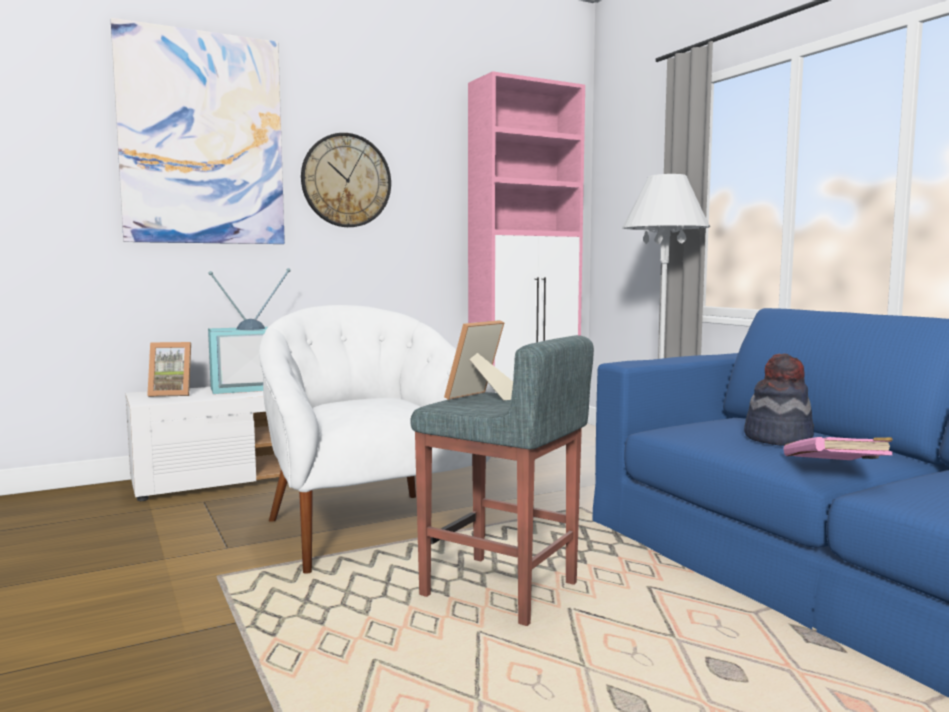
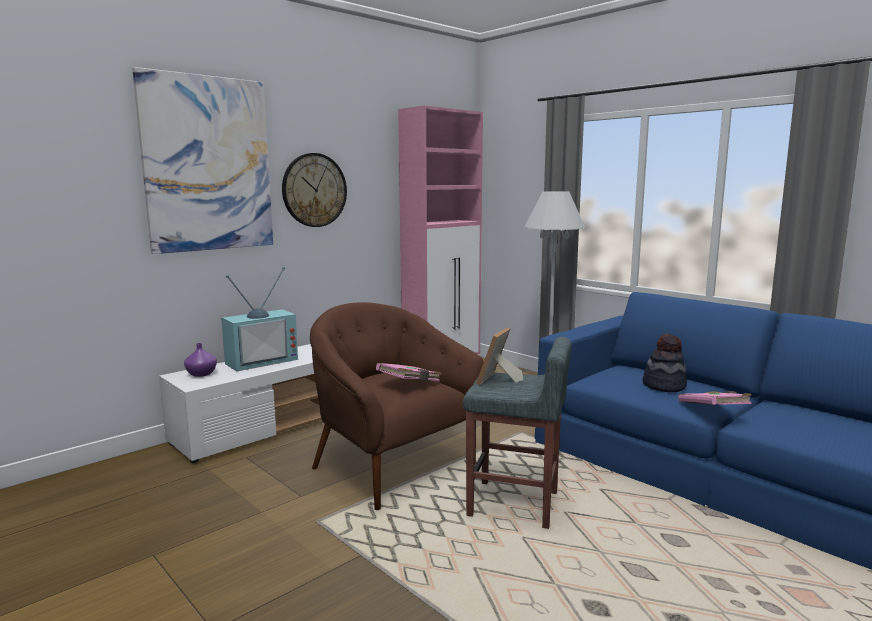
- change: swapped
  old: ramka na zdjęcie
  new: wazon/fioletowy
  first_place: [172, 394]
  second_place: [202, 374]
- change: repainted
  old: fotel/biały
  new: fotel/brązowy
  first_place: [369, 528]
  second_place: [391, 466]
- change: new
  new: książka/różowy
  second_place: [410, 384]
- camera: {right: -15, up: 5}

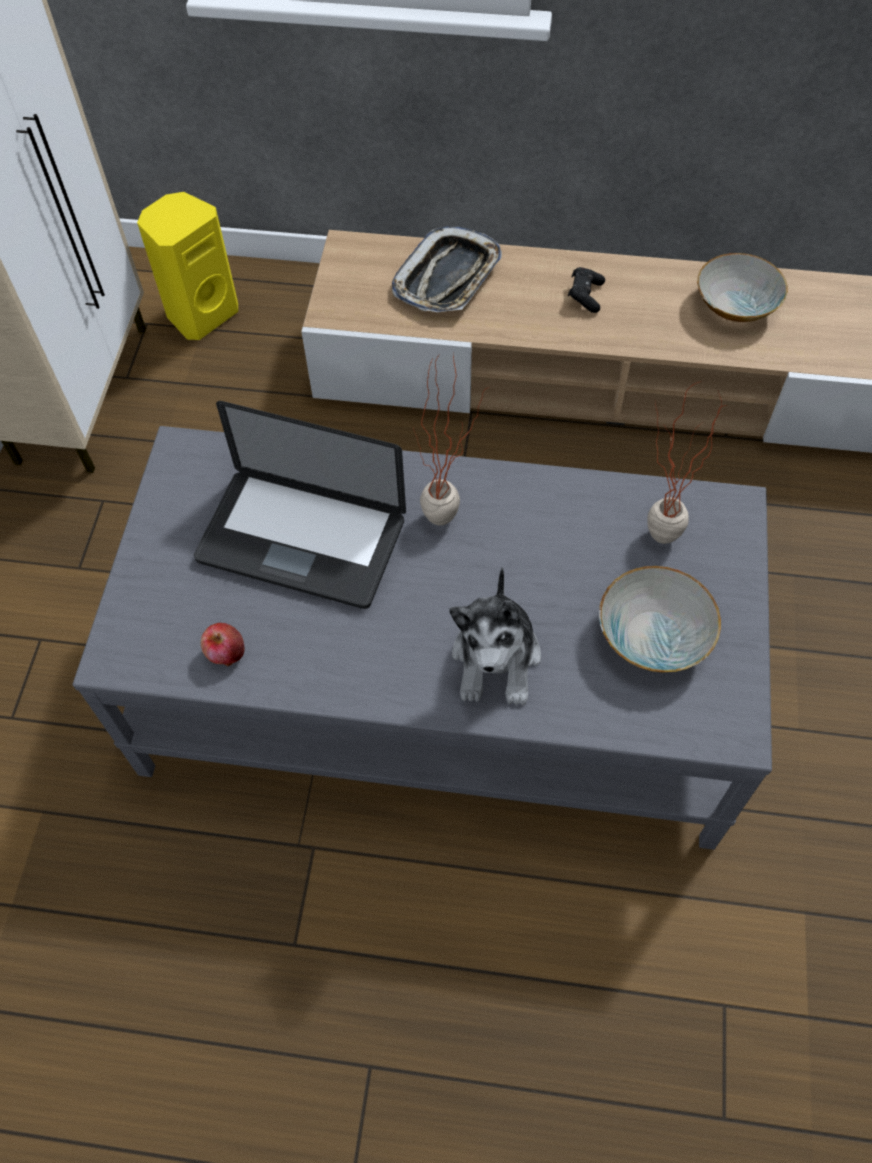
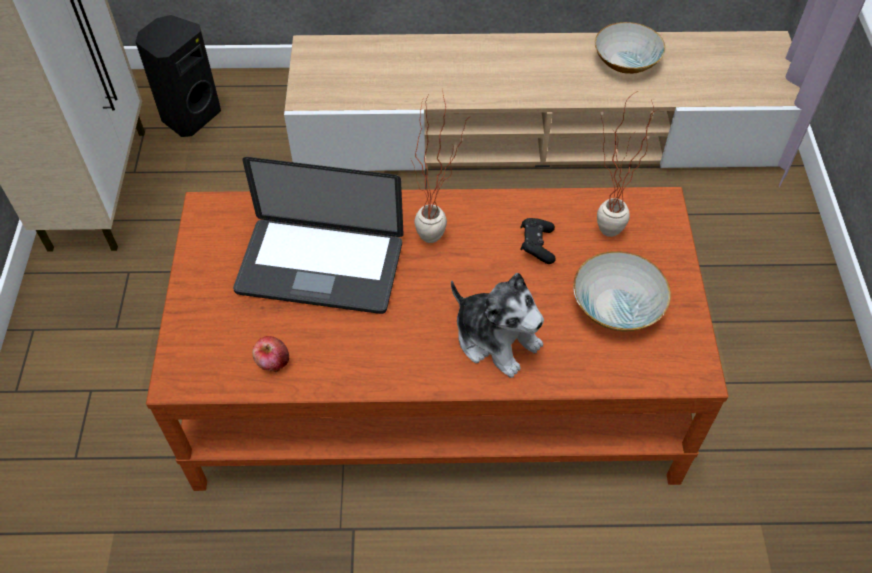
- change: repainted
  old: ława/szary
  new: ława/brązowy
  first_place: [440, 685]
  second_place: [437, 385]
- change: repainted
  old: głośnik/żółty
  new: głośnik/czarny
  first_place: [201, 313]
  second_place: [190, 116]
- change: gone
  old: taca
  first_place: [448, 277]
- change: rotated
  old: pluszak
  first_place: [496, 658]
  second_place: [496, 339]
  degrees: -45
- change: shifted
  old: pad do gier/czarny
  first_place: [585, 296]
  second_place: [537, 245]
- camera: {right: -10, up: -5}

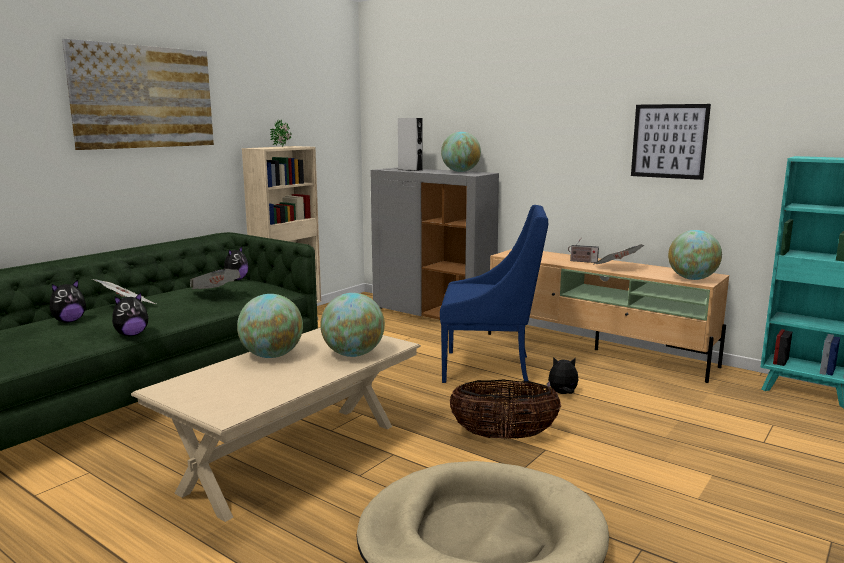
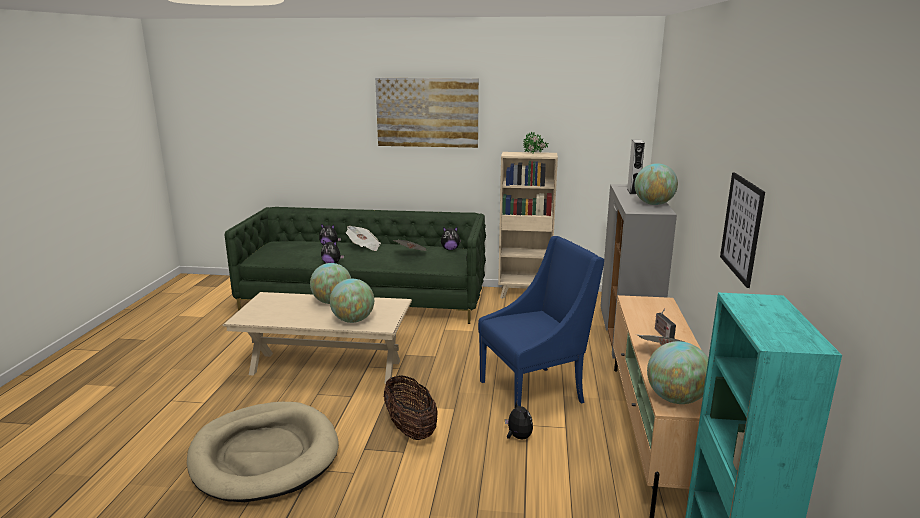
- change: rotated
  old: fotel/niebieski
  first_place: [490, 368]
  second_place: [534, 391]
  degrees: -90
- camera: {right: 60, up: 5}

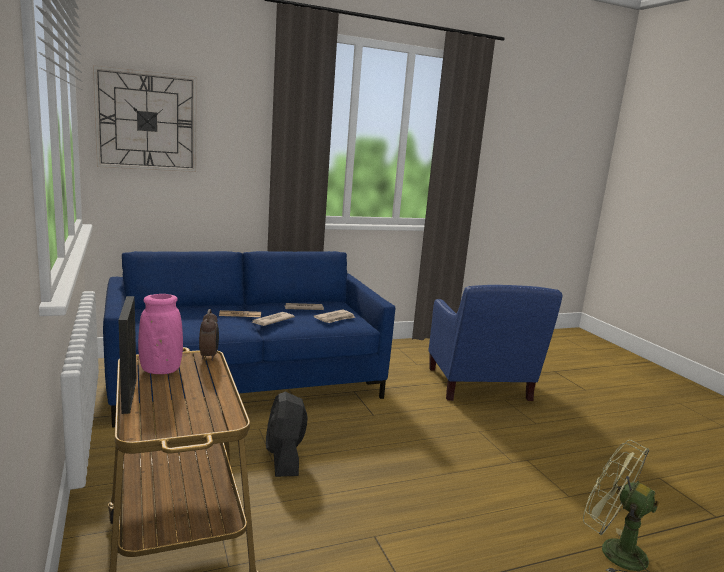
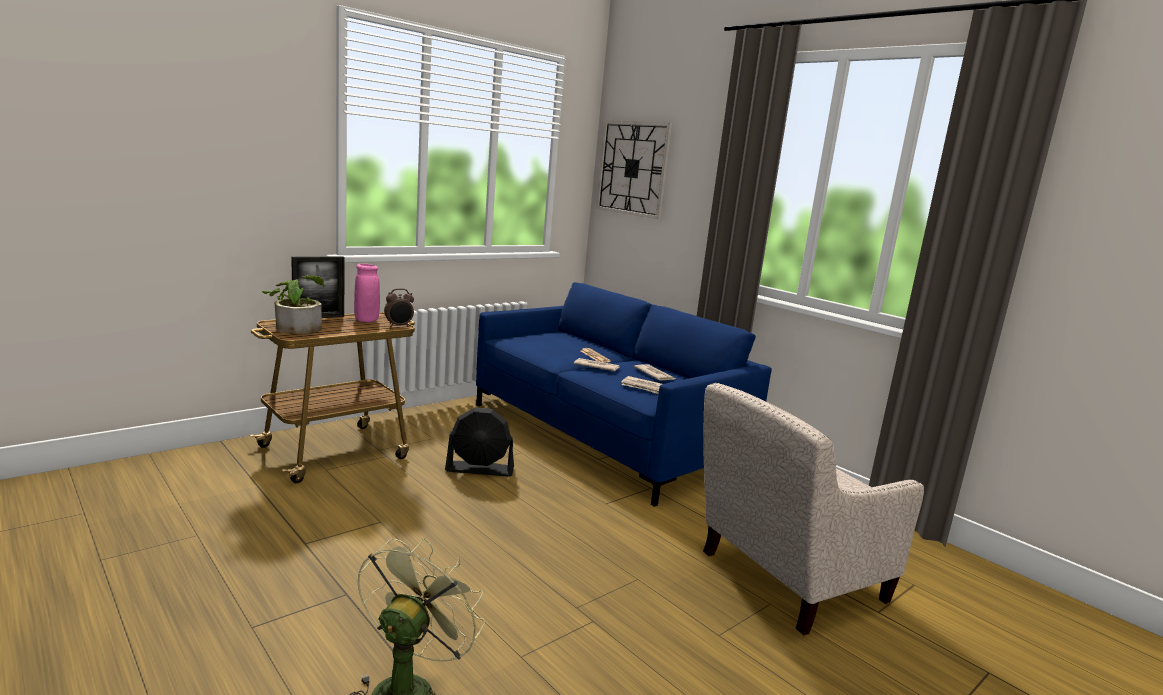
- change: rotated
  old: wentylator/czarny
  first_place: [284, 458]
  second_place: [480, 469]
  degrees: -150
- change: repainted
  old: fotel/niebieski
  new: fotel/beżowy
  first_place: [479, 387]
  second_place: [782, 578]
- change: new
  new: roślina doniczkowa
  second_place: [296, 327]
- camera: {right: 70, up: 0}

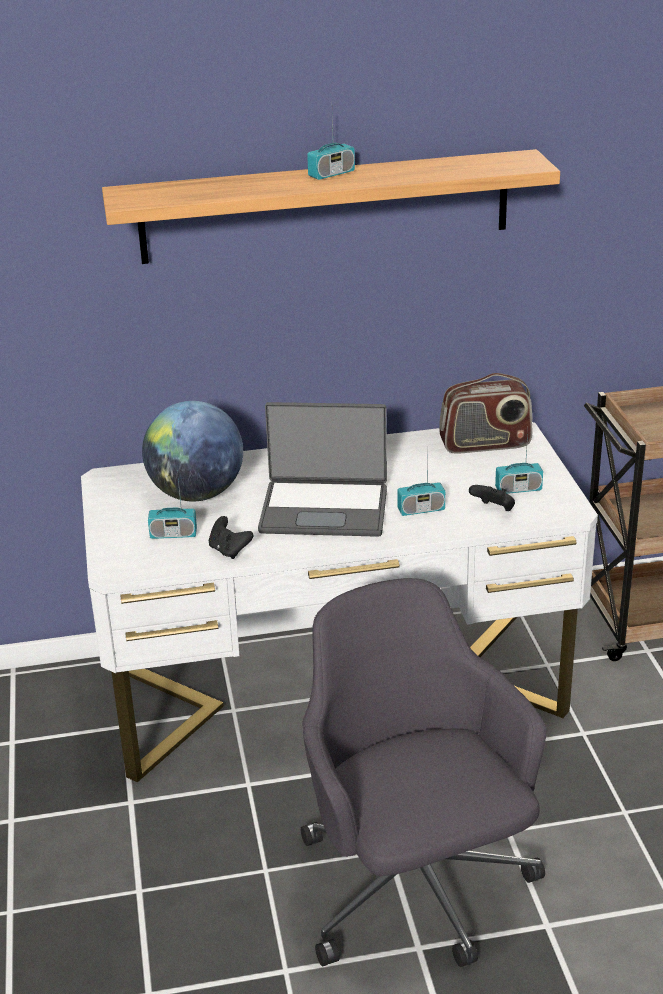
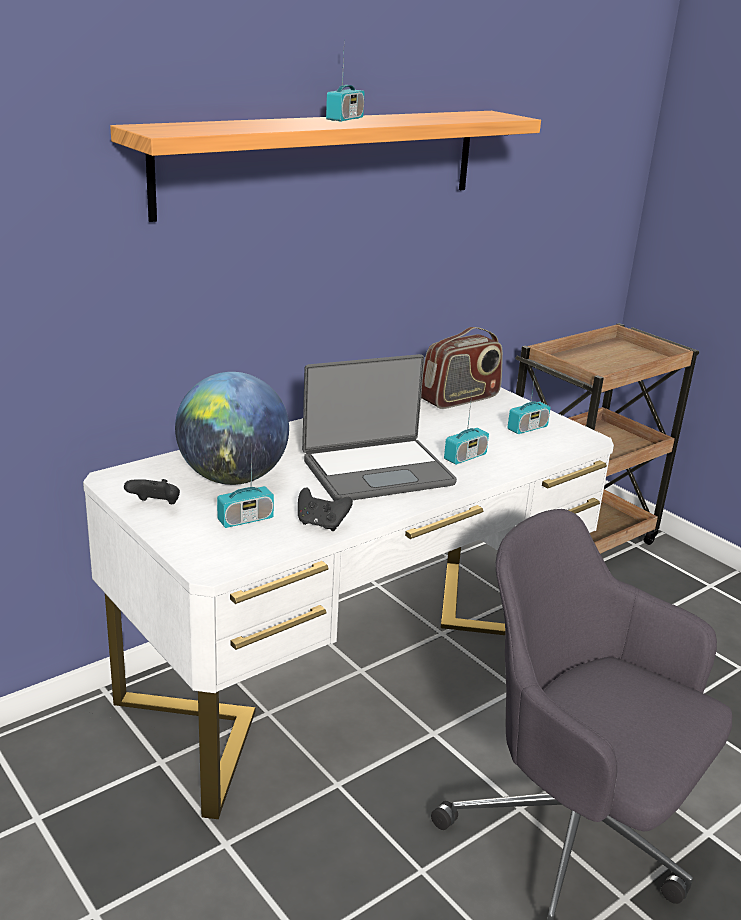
- change: shifted
  old: pad do gier/czarny
  first_place: [494, 510]
  second_place: [155, 506]
- camera: {right: -30, up: -5}

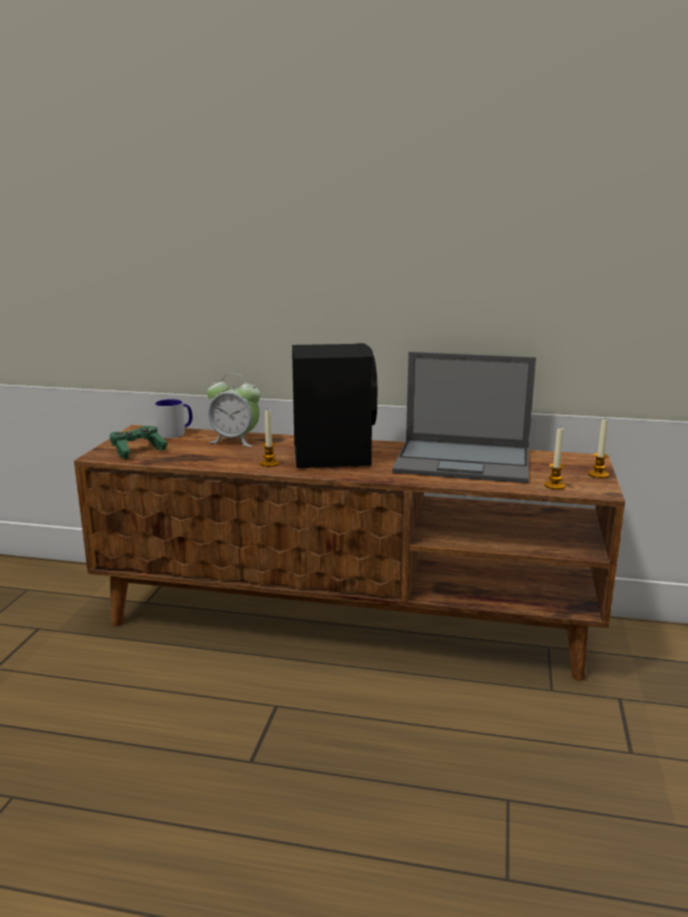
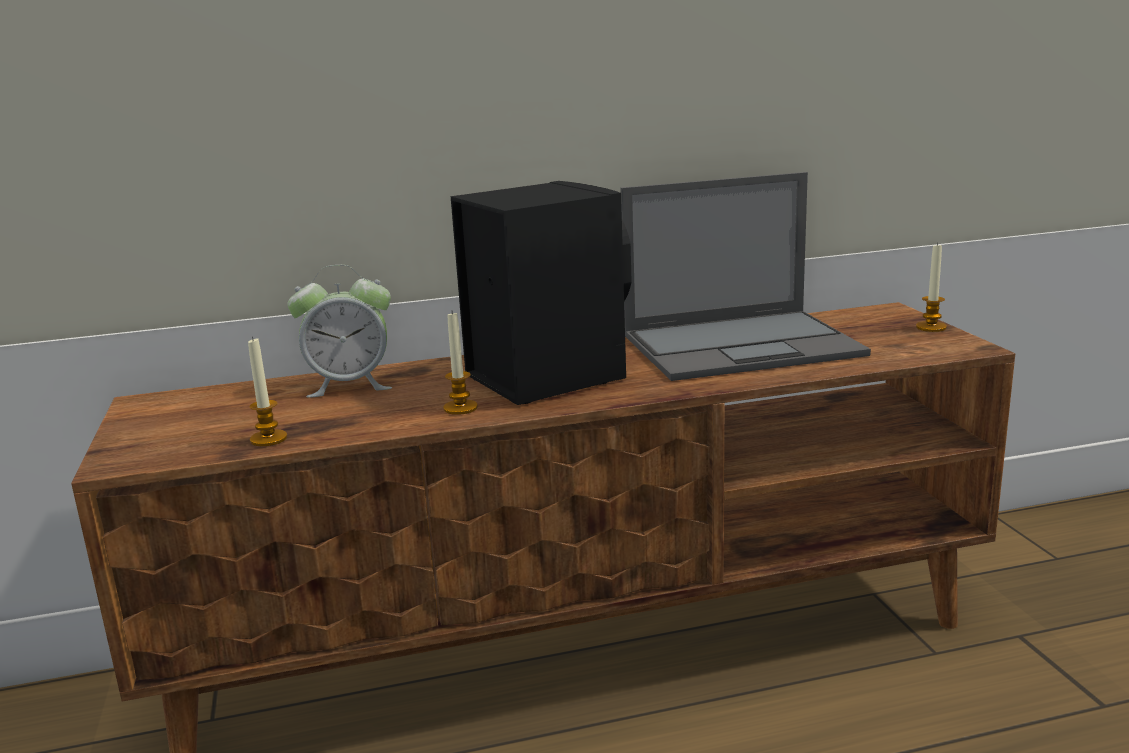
- change: gone
  old: pad do gier/zielony
  first_place: [138, 450]
- change: gone
  old: kubek
  first_place: [176, 433]
- change: shifted
  old: świeca
  first_place: [554, 485]
  second_place: [268, 439]
- camera: {right: -25, up: 0}

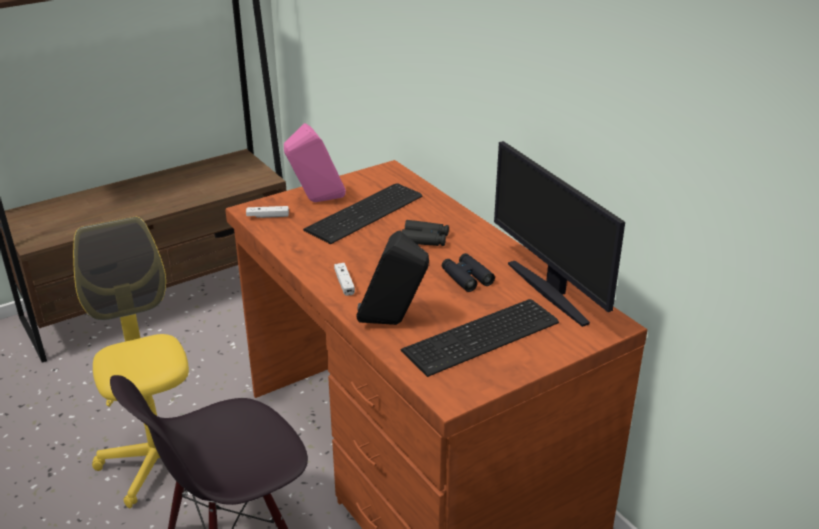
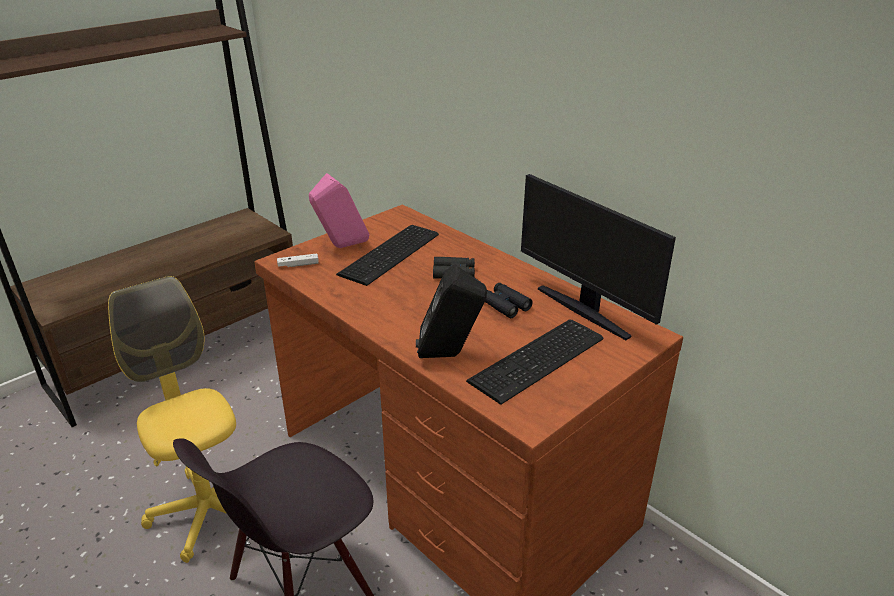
- change: gone
  old: pad do gier/biały
  first_place: [344, 283]
- camera: {right: -10, up: 0}

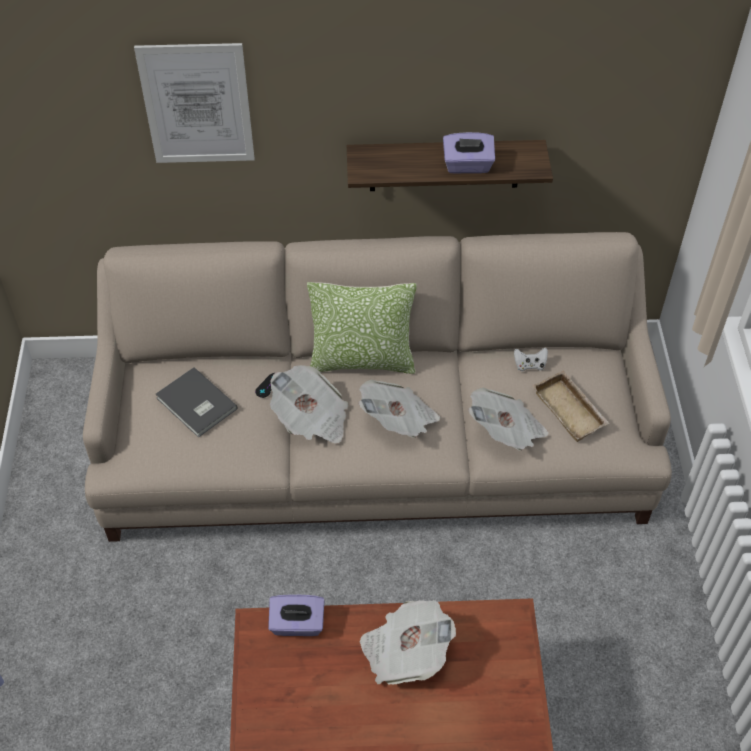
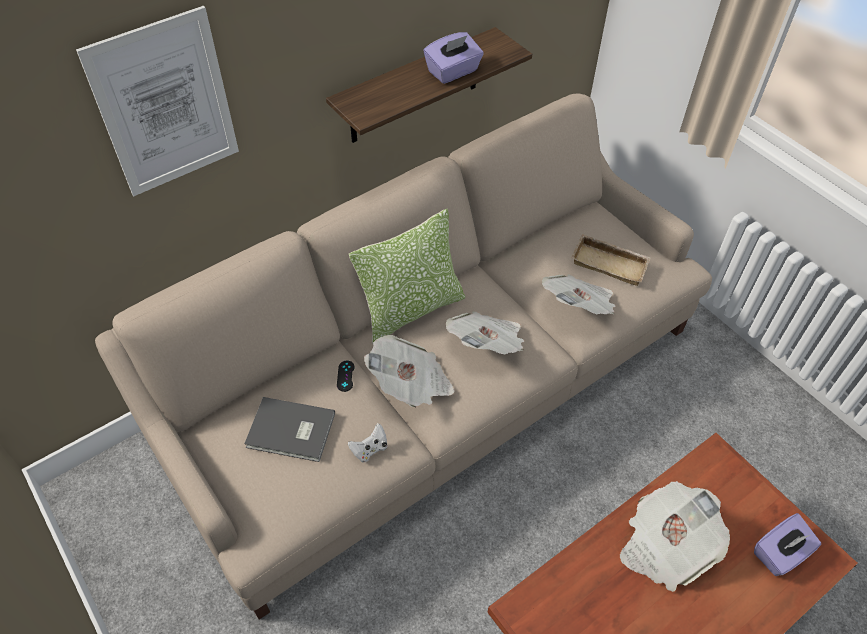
- change: shifted
  old: pudełko chusteczek/fioletowy
  first_place: [297, 624]
  second_place: [780, 553]
- change: shifted
  old: pad do gier/biały
  first_place: [529, 365]
  second_place: [370, 449]
- camera: {right: -35, up: 0}

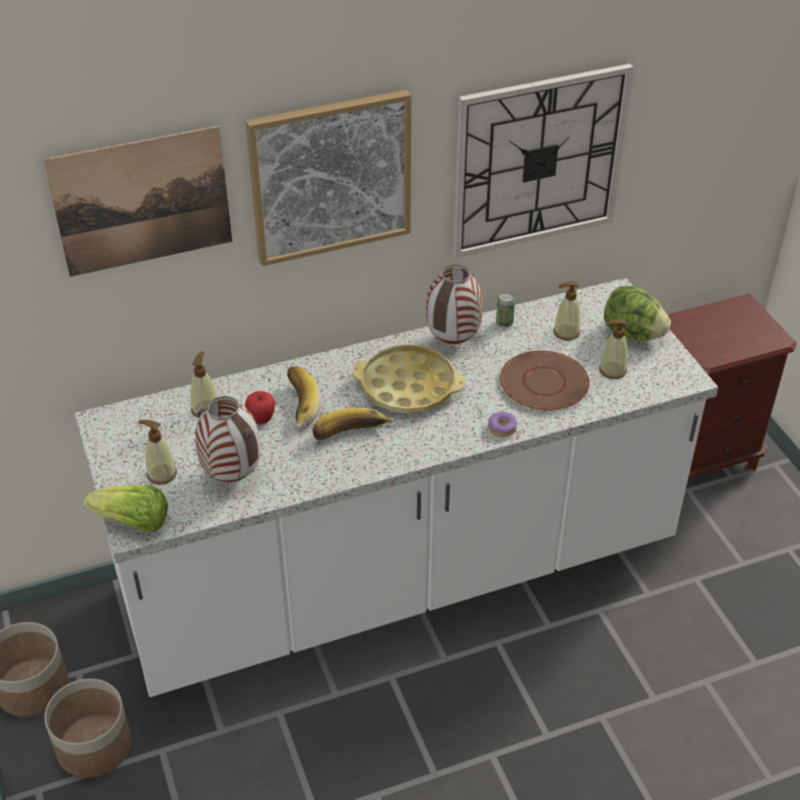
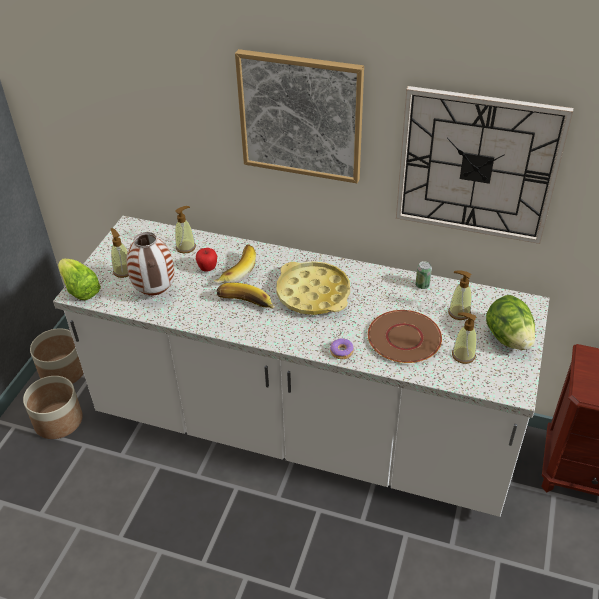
- change: gone
  old: obraz
  first_place: [142, 201]
- change: gone
  old: wazon
  first_place: [452, 340]
- camera: {right: 40, up: 0}

